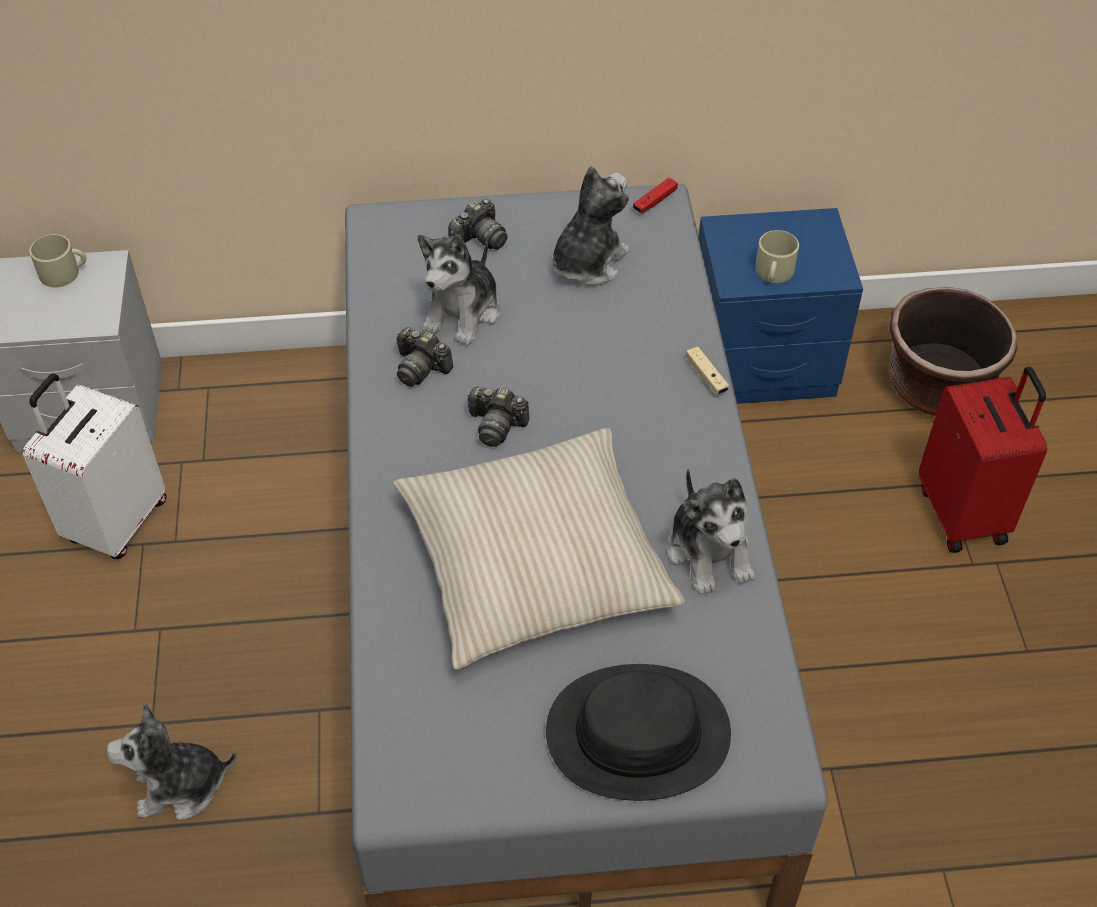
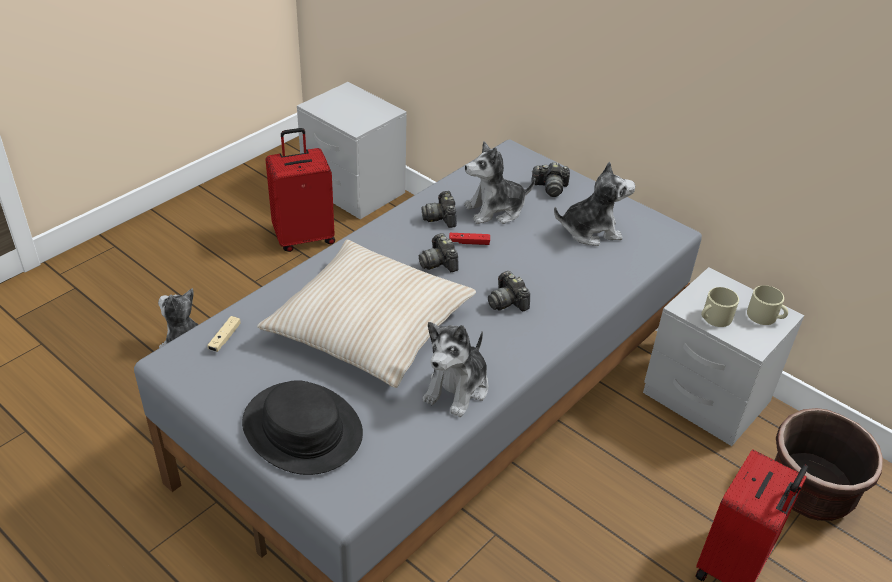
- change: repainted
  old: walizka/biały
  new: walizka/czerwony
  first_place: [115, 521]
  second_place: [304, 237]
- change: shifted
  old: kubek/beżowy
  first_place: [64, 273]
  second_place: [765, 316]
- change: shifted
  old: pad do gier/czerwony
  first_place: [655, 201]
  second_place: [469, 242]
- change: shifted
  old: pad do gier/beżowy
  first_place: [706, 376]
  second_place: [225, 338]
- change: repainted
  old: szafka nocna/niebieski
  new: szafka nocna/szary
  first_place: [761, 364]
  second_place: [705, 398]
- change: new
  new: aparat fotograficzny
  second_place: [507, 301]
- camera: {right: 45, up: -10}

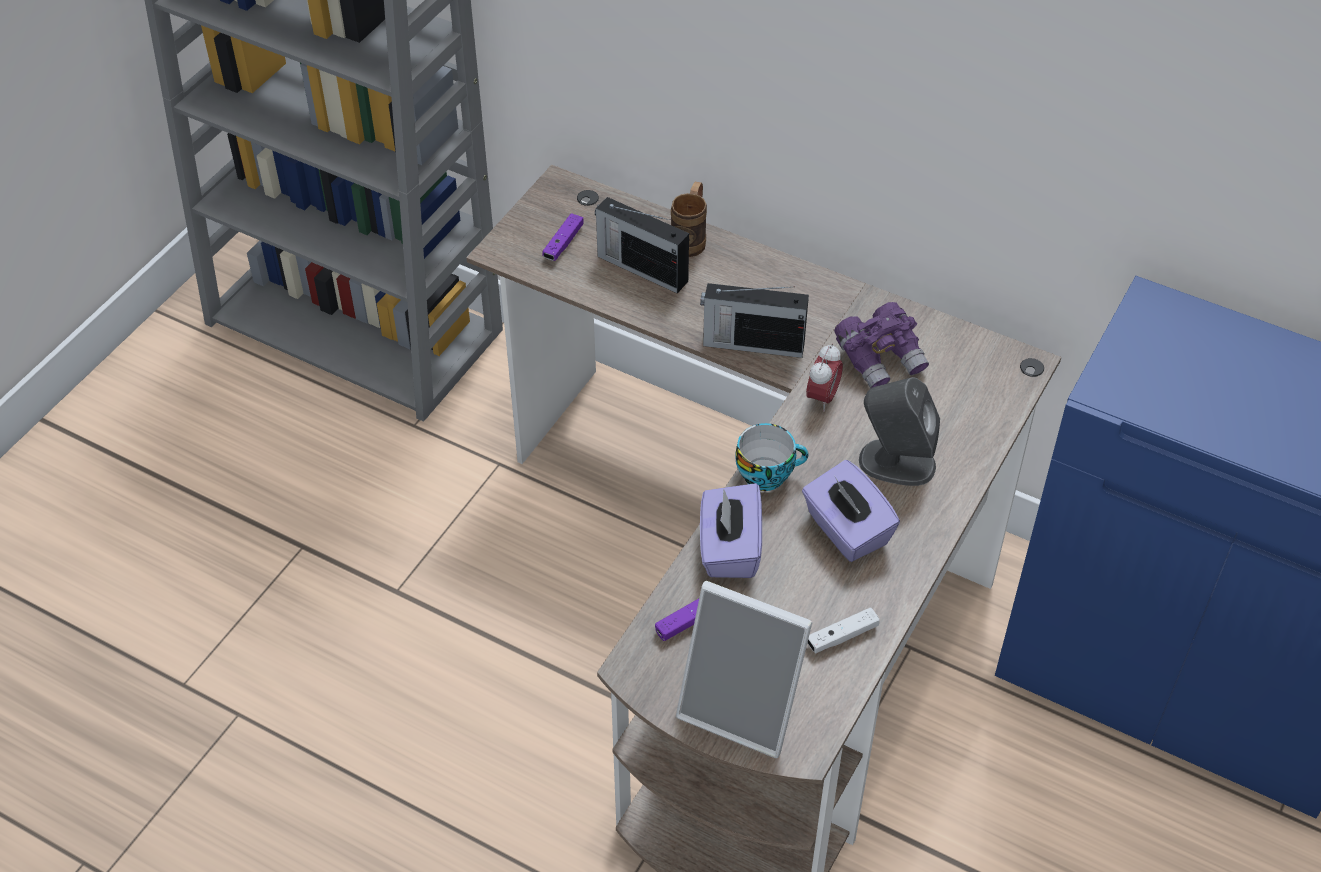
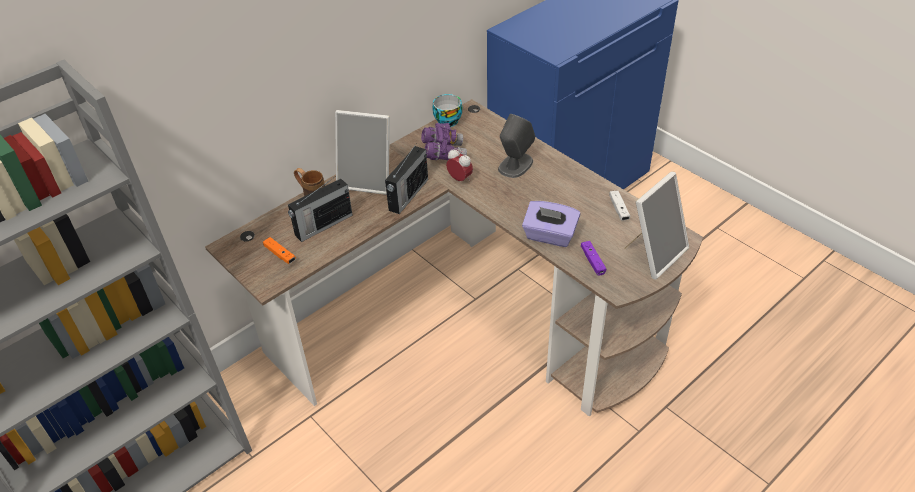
- change: repainted
  old: pad do gier/fioletowy
  new: pad do gier/pomarańczowy
  first_place: [563, 243]
  second_place: [280, 254]
- change: shifted
  old: filiżanka
  first_place: [767, 473]
  second_place: [447, 120]
- change: gone
  old: pudełko chusteczek/fioletowy
  first_place: [846, 530]
- change: new
  new: ramka na zdjęcie
  second_place: [368, 180]
- camera: {right: -70, up: -5}

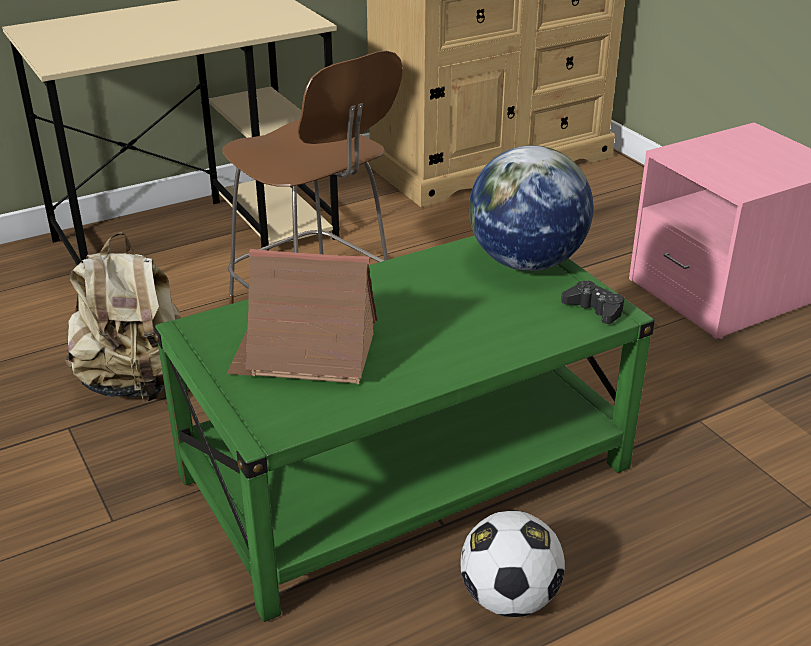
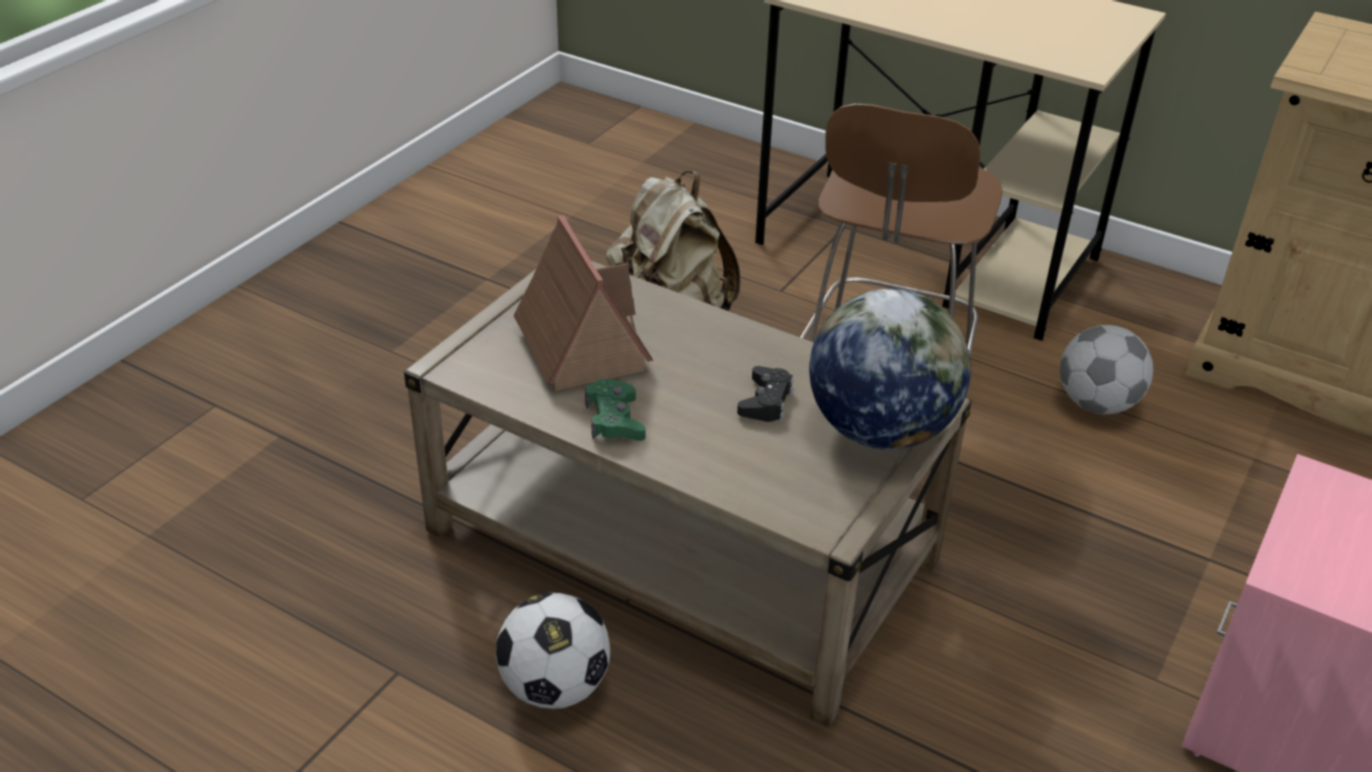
- change: repainted
  old: ława/zielony
  new: ława/beżowy
  first_place: [406, 473]
  second_place: [681, 546]
- change: shifted
  old: pad do gier/czarny
  first_place: [594, 309]
  second_place: [766, 401]
- change: new
  new: pad do gier/zielony
  second_place: [614, 420]
- change: new
  new: piłka futbolowa
  second_place: [1097, 404]
- camera: {right: 60, up: 5}

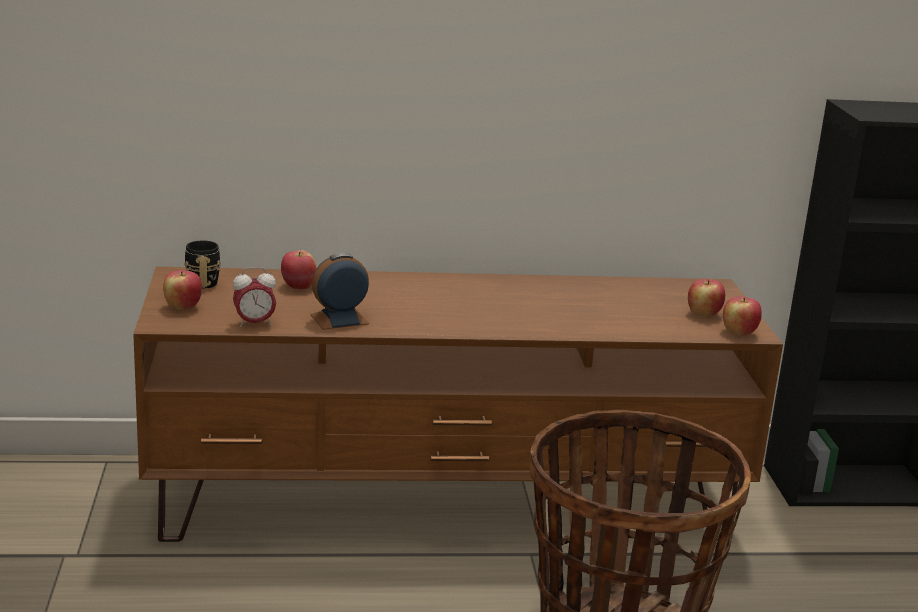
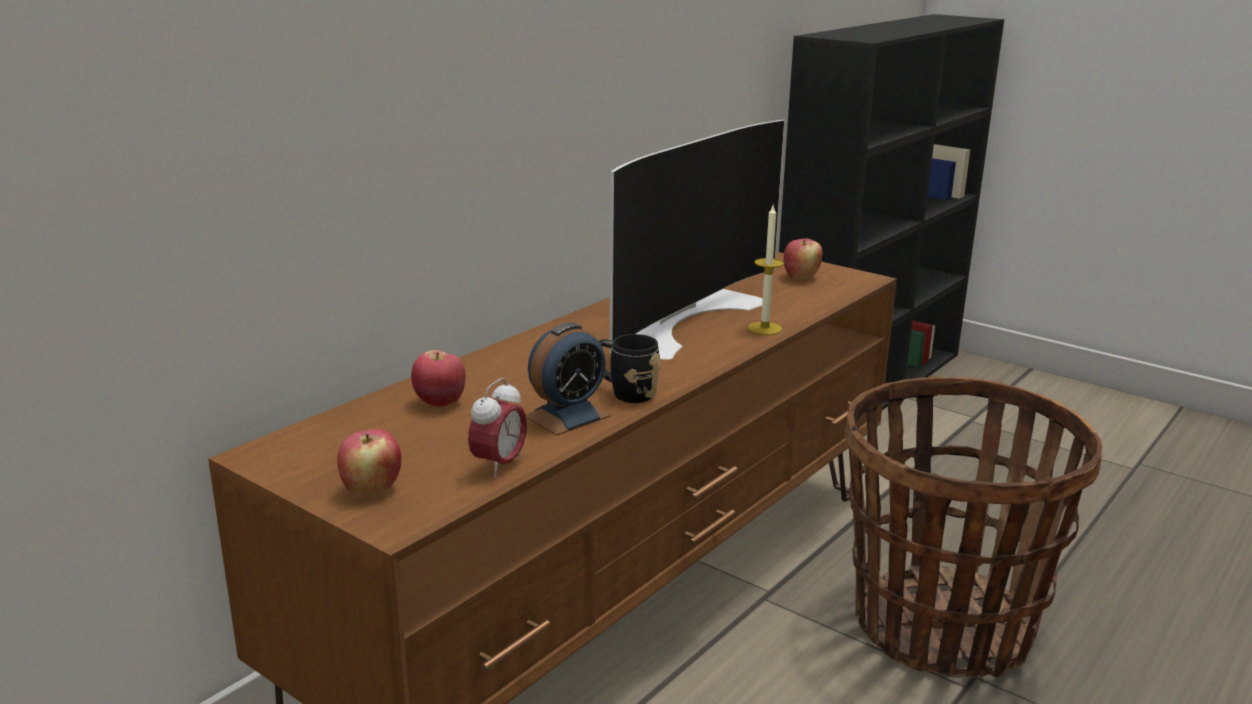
- change: shifted
  old: kubek/czarny
  first_place: [202, 281]
  second_place: [625, 393]
- change: rotated
  old: budzik
  first_place: [339, 319]
  second_place: [567, 416]
  degrees: -150
- change: gone
  old: jabłko
  first_place: [739, 333]
- change: new
  new: telewizor
  second_place: [683, 318]
- change: new
  new: świeca
  second_place: [764, 328]
- camera: {right: -45, up: 0}

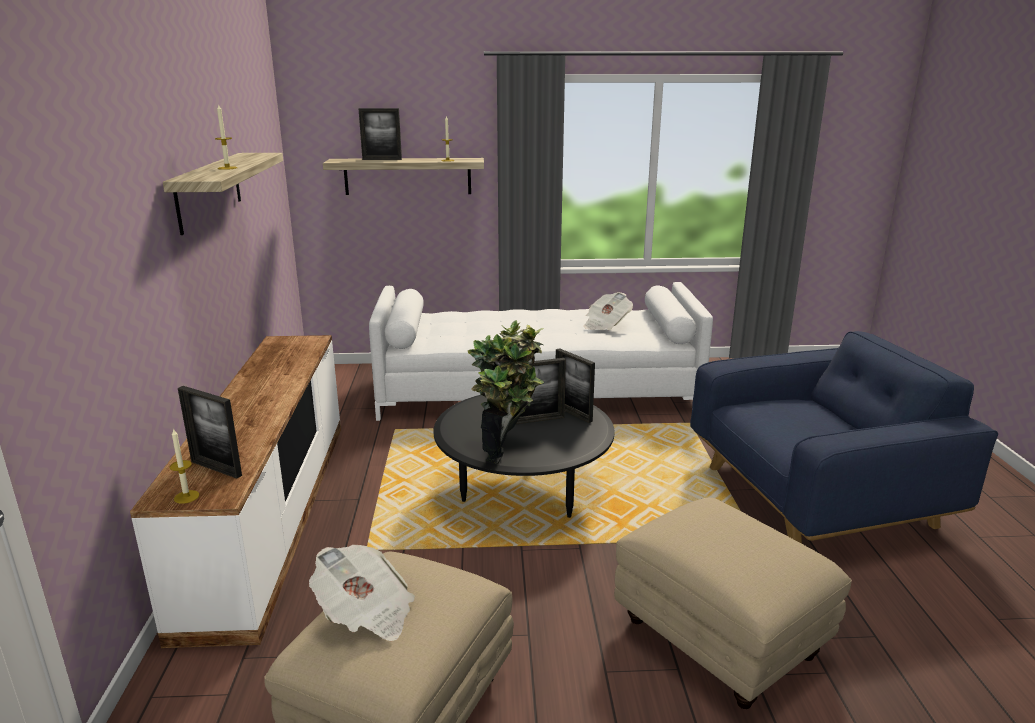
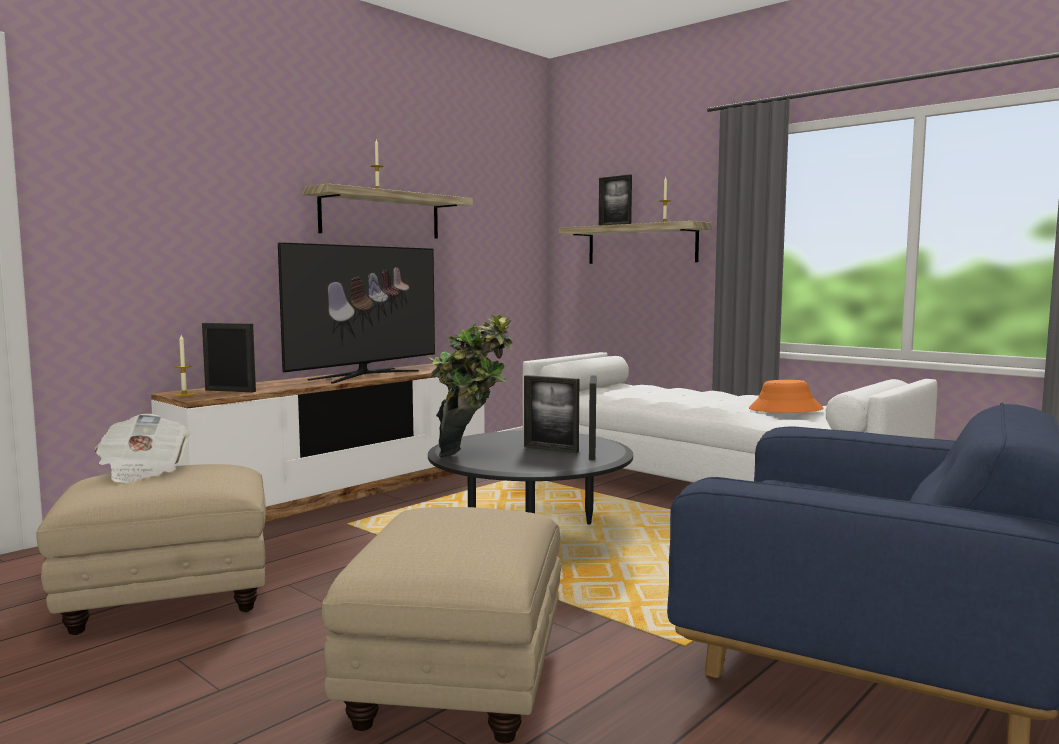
- change: rotated
  old: ramka na zdjęcie
  first_place: [216, 468]
  second_place: [230, 391]
  degrees: 120
- change: swapped
  old: gazeta
  new: kapelusz/pomarańczowy
  first_place: [606, 324]
  second_place: [785, 410]
- change: new
  new: telewizor
  second_place: [364, 375]
- camera: {right: 45, up: -15}

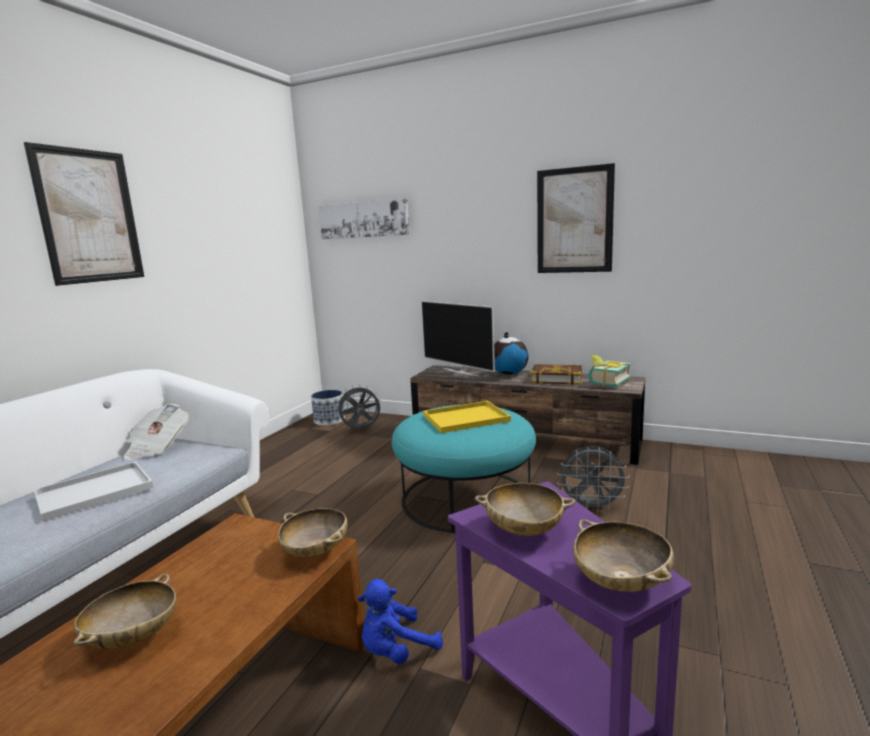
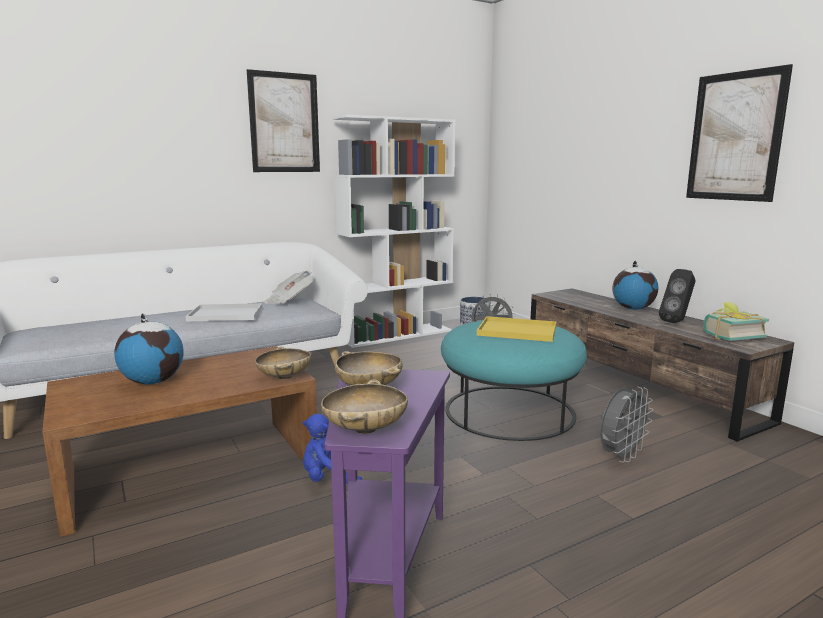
- change: swapped
  old: miska/beżowy
  new: globus
  first_place: [132, 637]
  second_place: [153, 381]
- change: gone
  old: obraz
  first_place: [364, 219]
- change: gone
  old: telewizor
  first_place: [460, 372]
- change: swapped
  old: książka
  new: głośnik/czarny
  first_place: [556, 378]
  second_place: [677, 322]
- change: rotated
  old: wentylator/szary
  first_place: [591, 507]
  second_place: [621, 456]
  degrees: -90
- change: new
  new: regał/biały
  second_place: [396, 335]
- camera: {right: 35, up: 0}

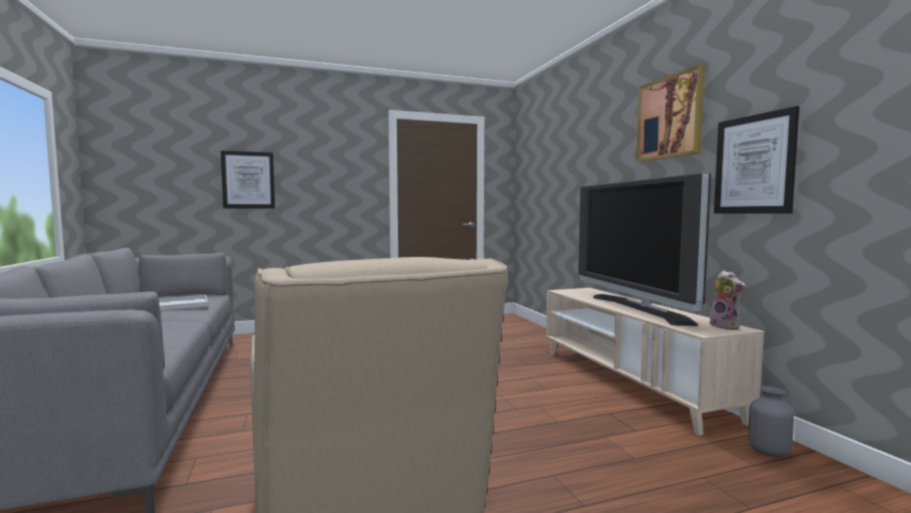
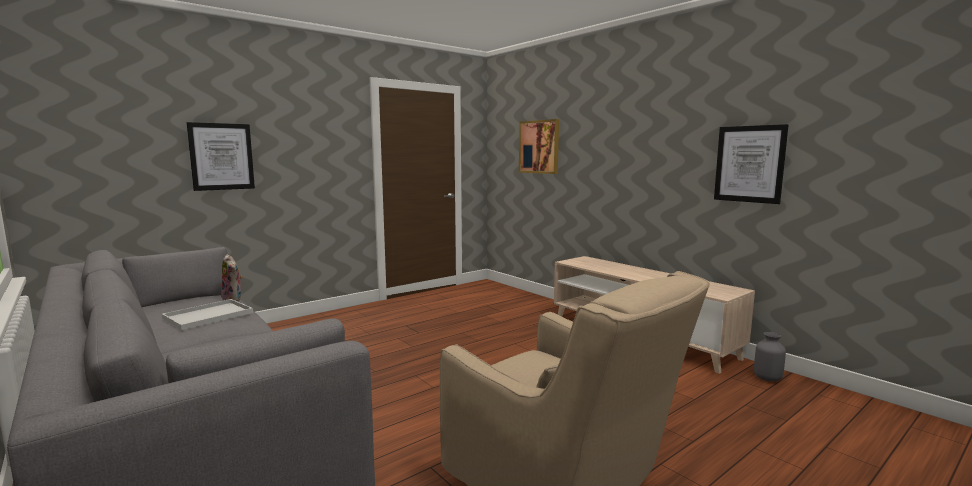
- change: gone
  old: telewizor
  first_place: [638, 309]
- change: shifted
  old: obraz
  first_place: [670, 117]
  second_place: [539, 147]
- change: shifted
  old: pluszak
  first_place: [726, 326]
  second_place: [234, 299]
- camera: {right: -20, up: 5}

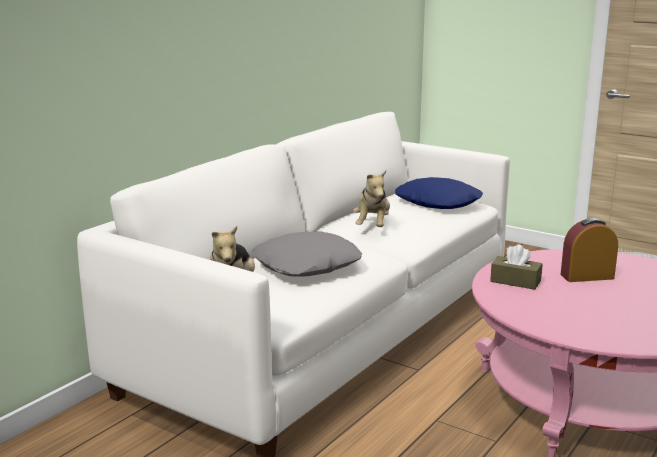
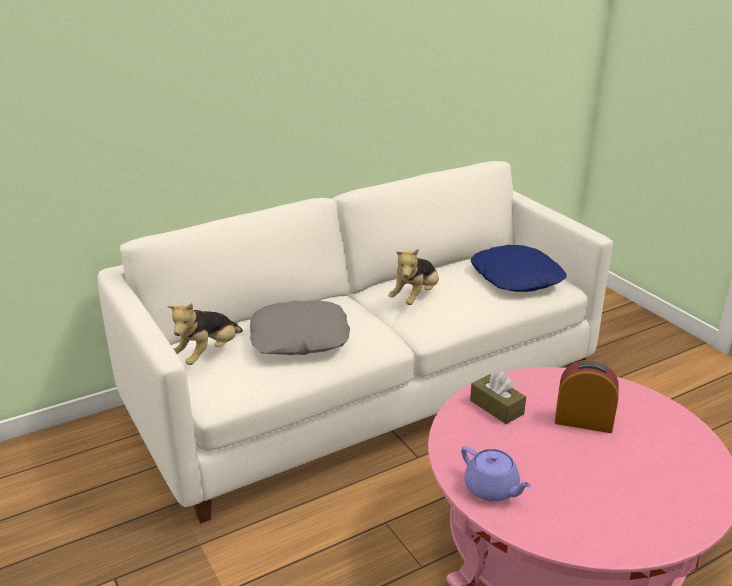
- change: new
  new: imbryk/fioletowy
  second_place: [492, 489]
- camera: {right: 25, up: 10}

